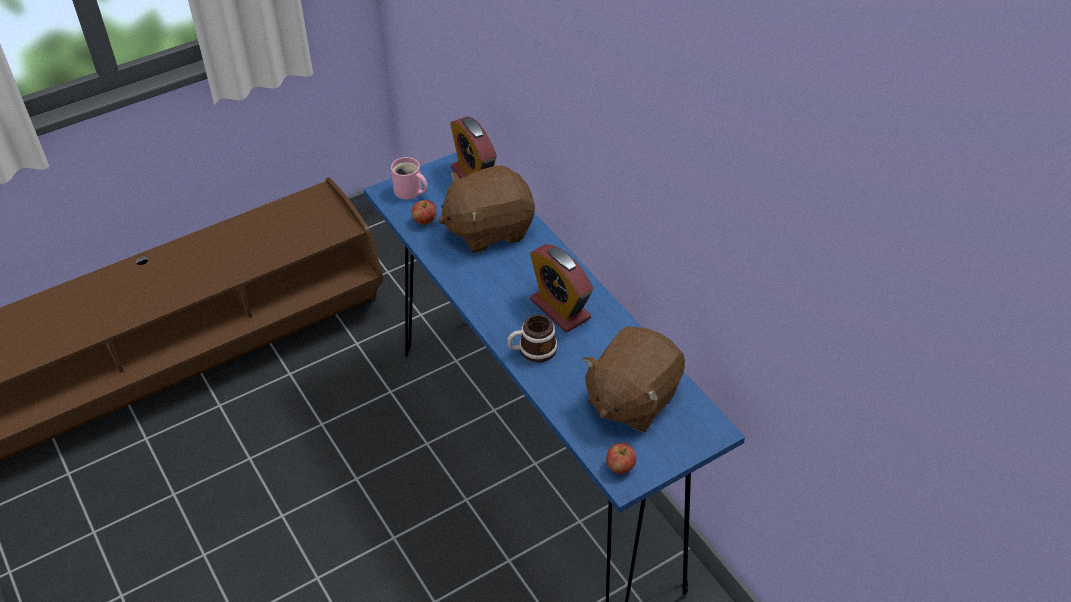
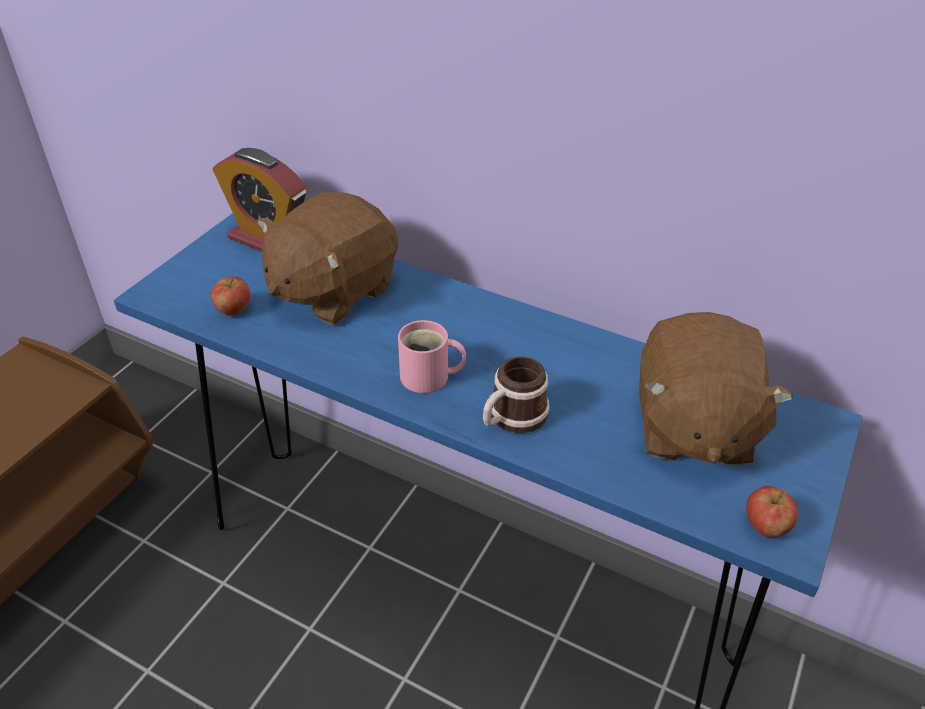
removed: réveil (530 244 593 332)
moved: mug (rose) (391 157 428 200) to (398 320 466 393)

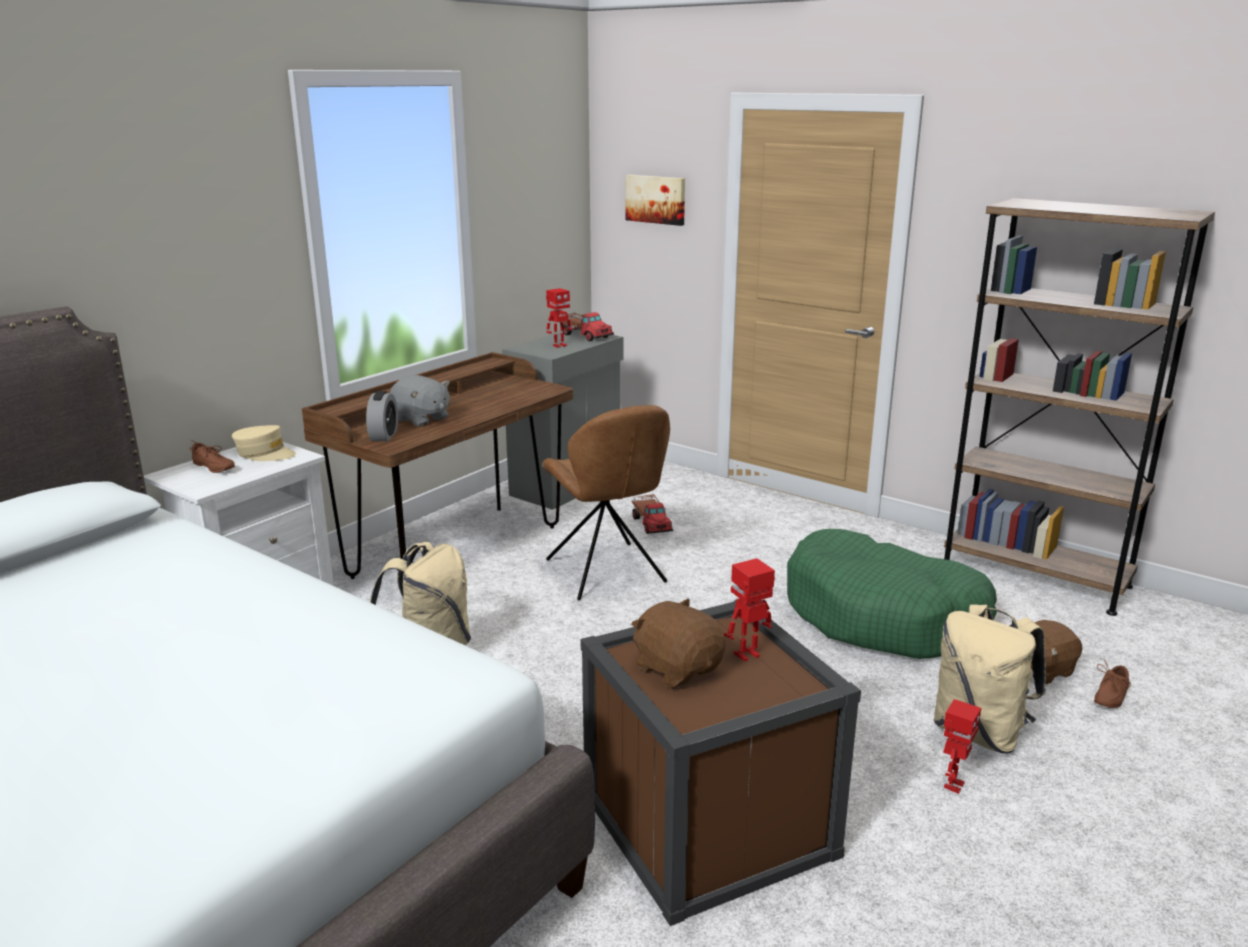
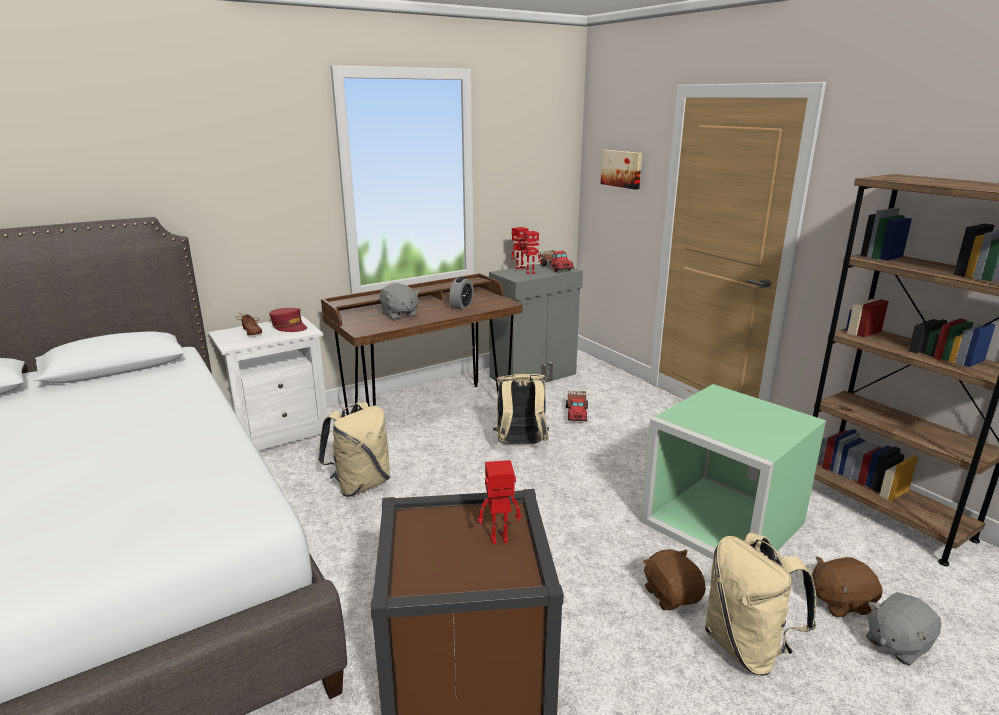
moved: réveil (366 391 398 441) to (449 277 474 310); peluche (marron) (631 598 725 689) to (643 549 706 610); robot jouet (943 699 981 794) to (511 227 530 269)
replaced: chaise (marron) (542 405 670 600) to sac à dos (beige) (493 374 549 444); panier pour chien (vert) (787 529 997 659) to boîte de rangement (vert) (640 384 826 559); chaussure (marron) (1094 659 1131 708) to peluche (gris) (866 592 941 666)
recoloured: casquette (beige) (232 425 296 461) to casquette (rouge) (269 308 307 332)

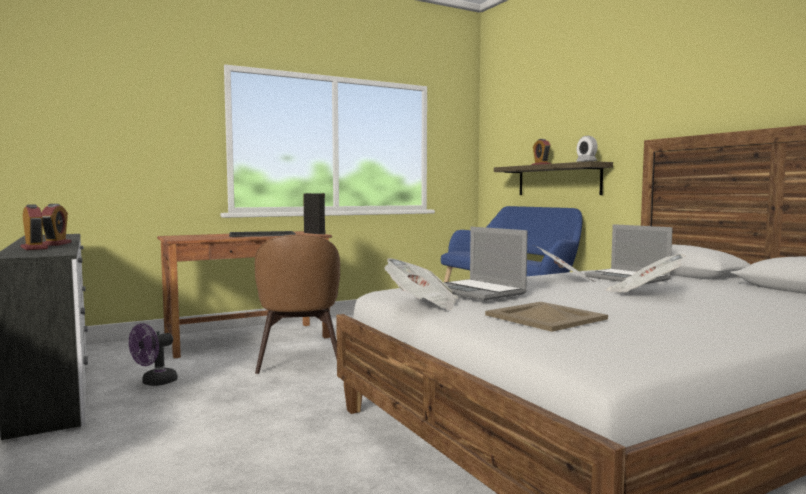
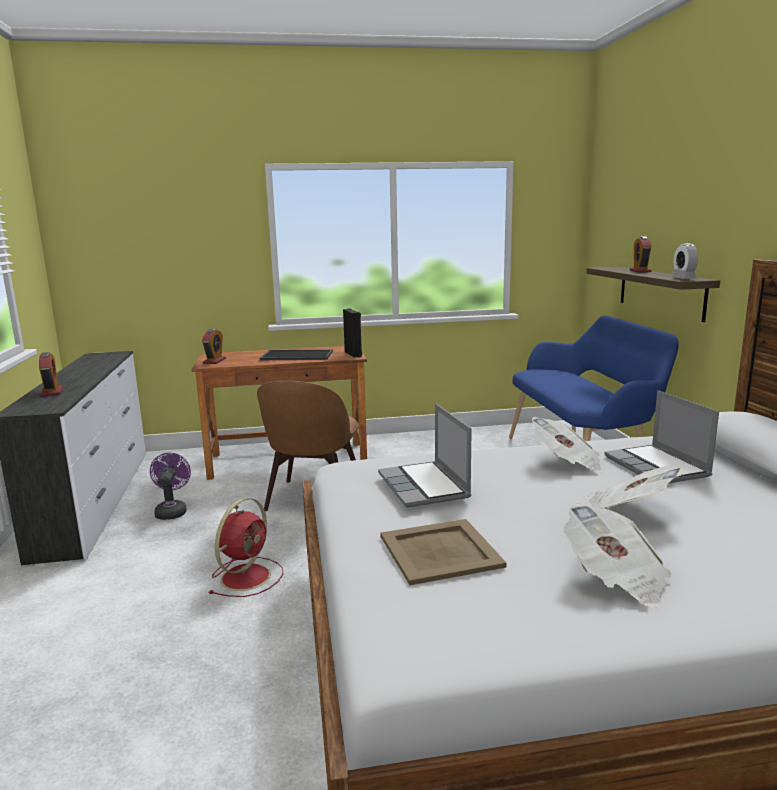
added: ventilateur (rouge) (209 498 283 597)
moved: réveil (42 204 71 246) to (202 329 226 364); journal (384 258 458 310) to (563 503 671 608)
turned: ventilateur (violet) (129 323 177 386) = (150 453 191 520) 120 degrees clockwise

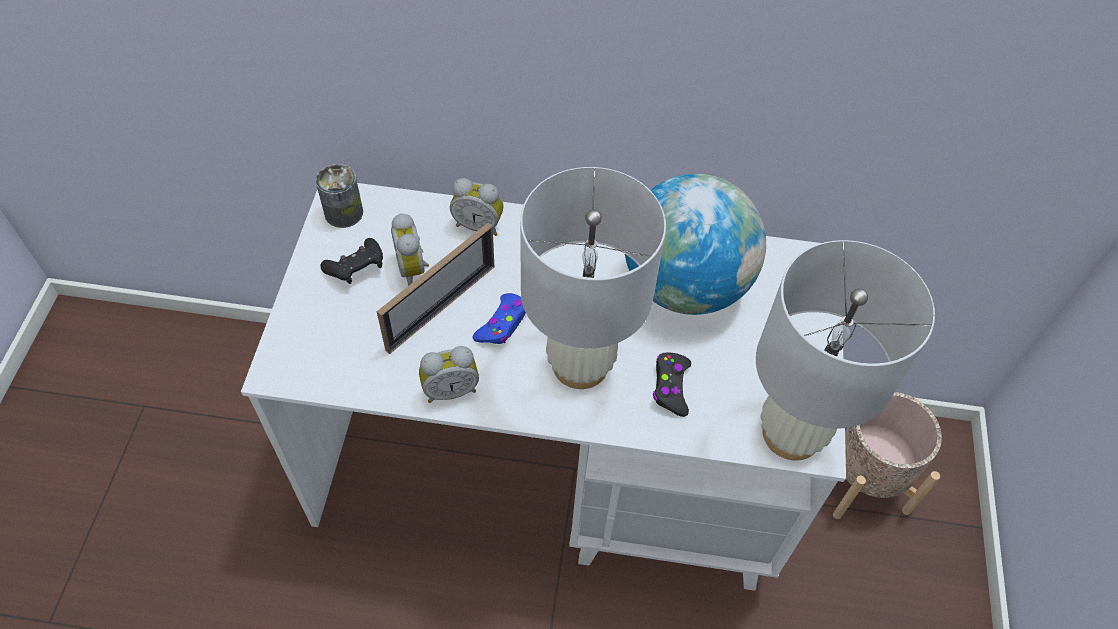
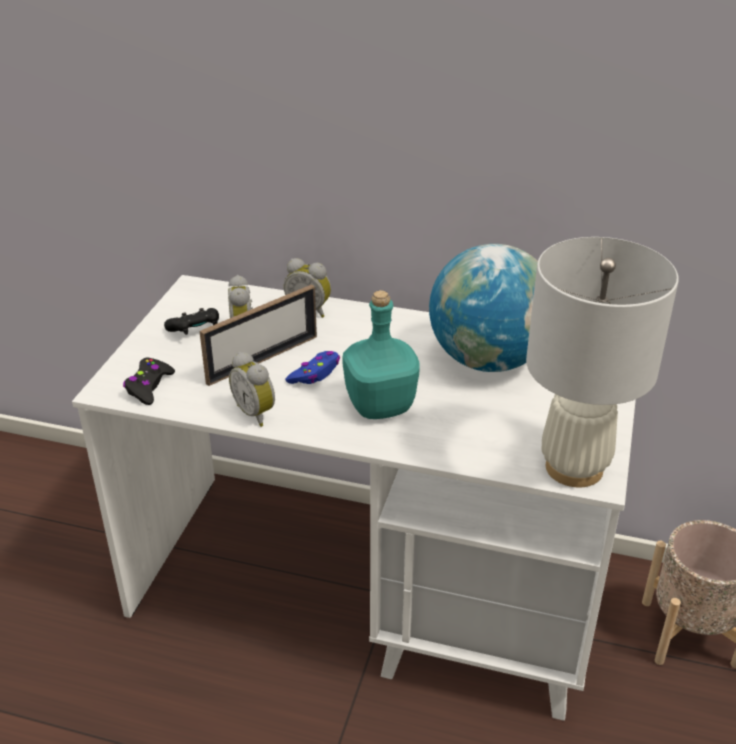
removed: boîte métallique (316 164 363 228)
moved: manette (noir) (653 352 691 417) to (123 358 175 405)
replaced: lampe de table (blanc) (520 167 666 389) to bouteille (turquoise) (343 290 420 419)
turned: réveil (419 346 479 403) = (229 352 275 427) 60 degrees clockwise

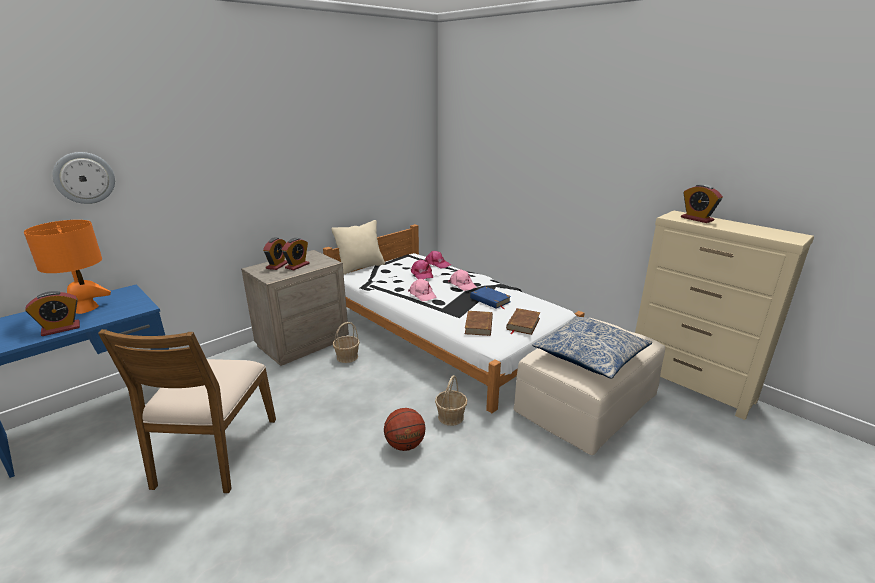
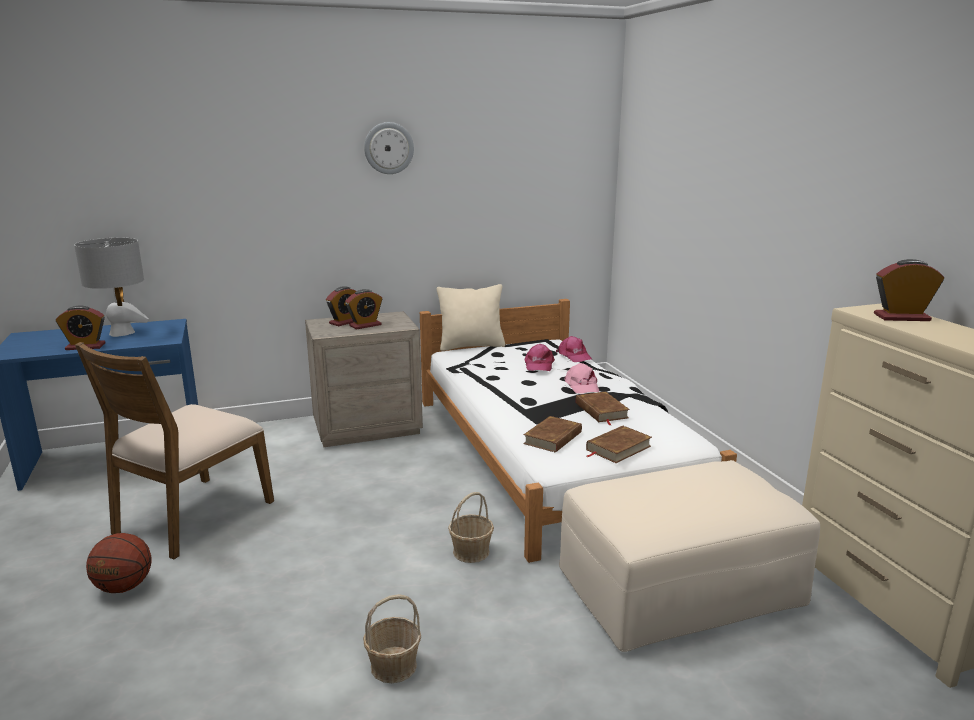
removed: casquette (rose) (408 279 437 301); coussin (532 316 652 379)
moved: horloge murale (52 152 115 204) to (364 122 414 174); panier (333 322 360 363) to (363 594 421 683); ballon de basket (384 408 426 451) to (86 533 152 593)
recoloured: lampe de table (orange) (24 220 111 314) to lampe de table (gris) (74 237 149 337); livre (bleu) (470 286 511 309) to livre (marron) (576 391 630 425)
turned: réveil (681 184 723 223) = (874 259 944 321) 105 degrees clockwise

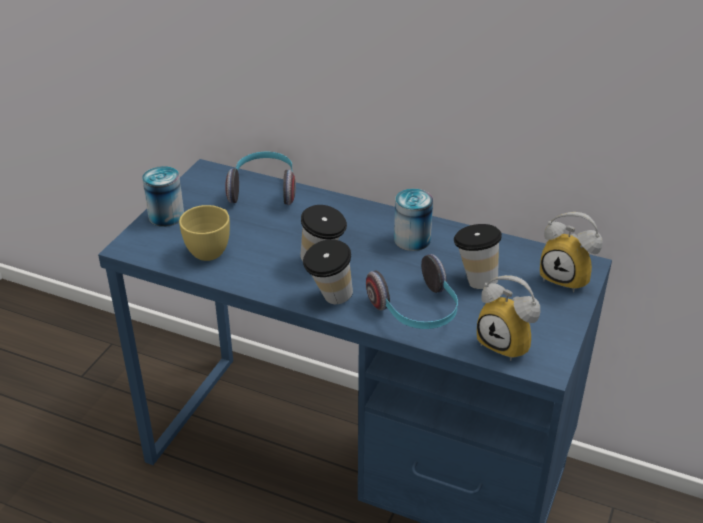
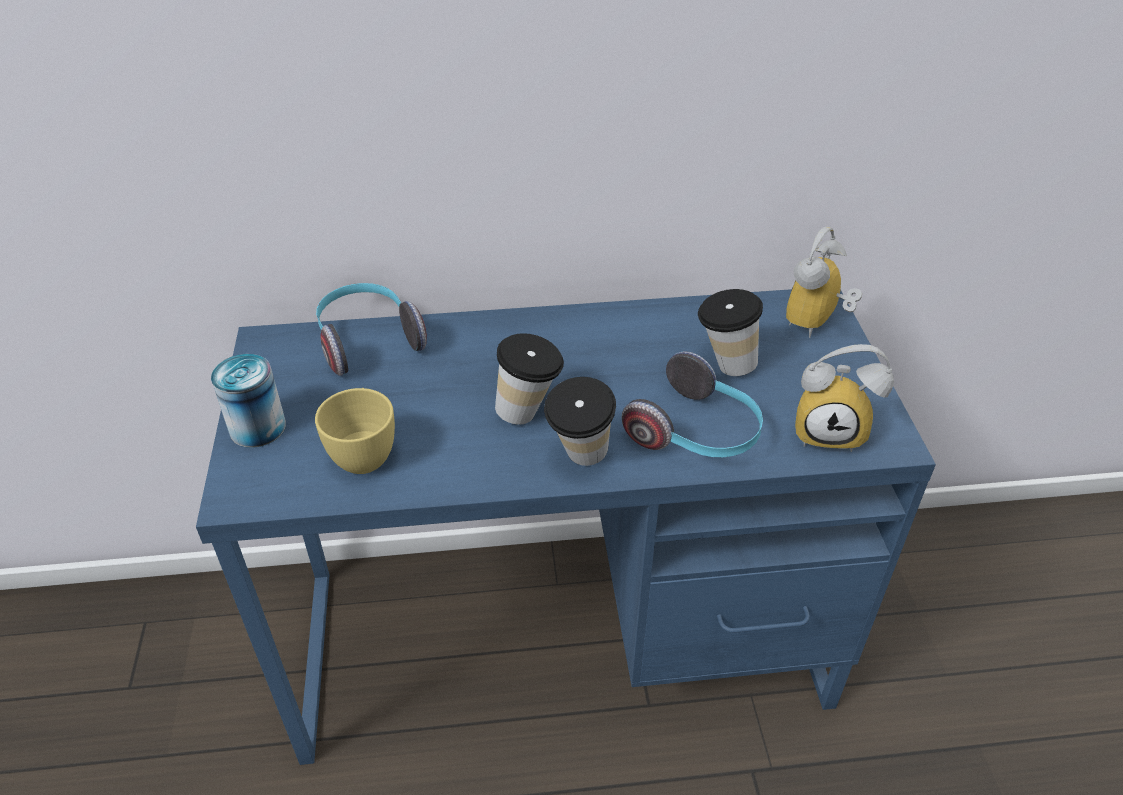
removed: boîte métallique (394 189 433 251)
turned: réveil (540 212 603 293) = (786 227 862 338) 120 degrees clockwise

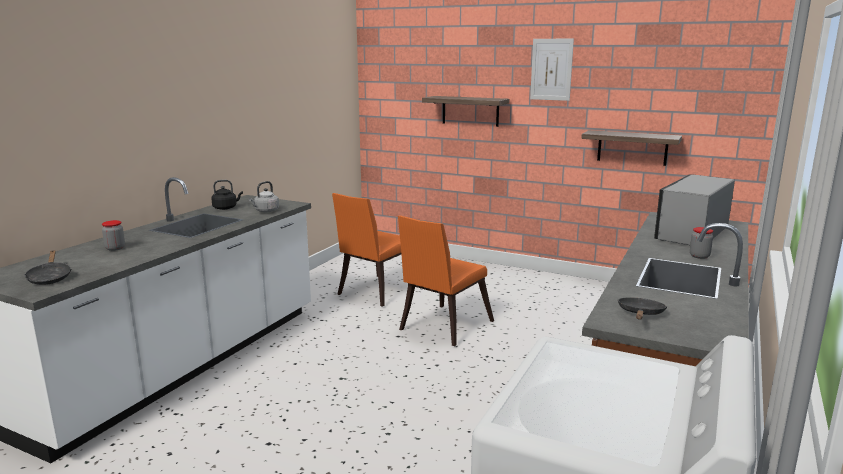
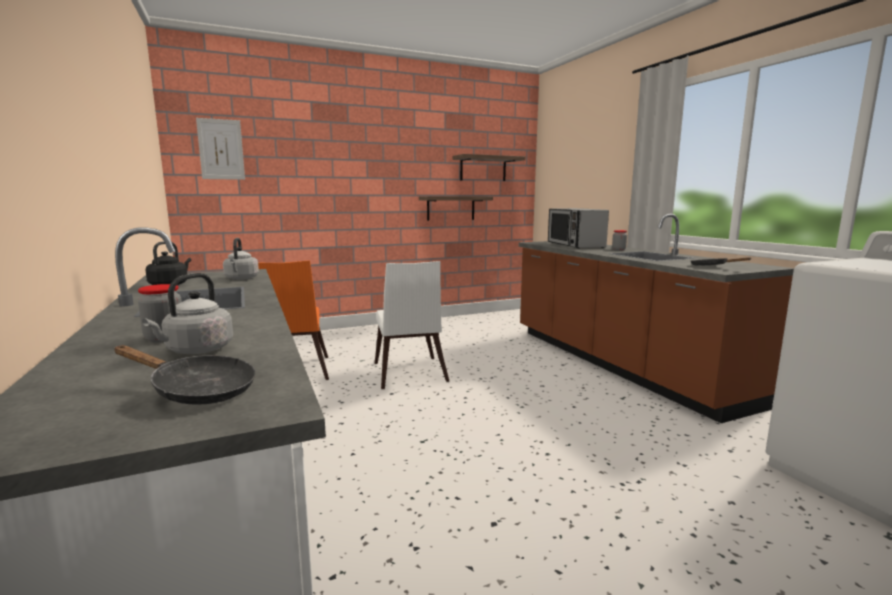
added: bouilloire (gris) (142 273 233 354)
moved: étagère (422 96 509 127) to (453 154 525 181); tableau (530 39 574 101) to (196 118 245 180)
recoloured: chaise (orange) (398 216 494 346) to chaise (blanc) (375 261 449 389)

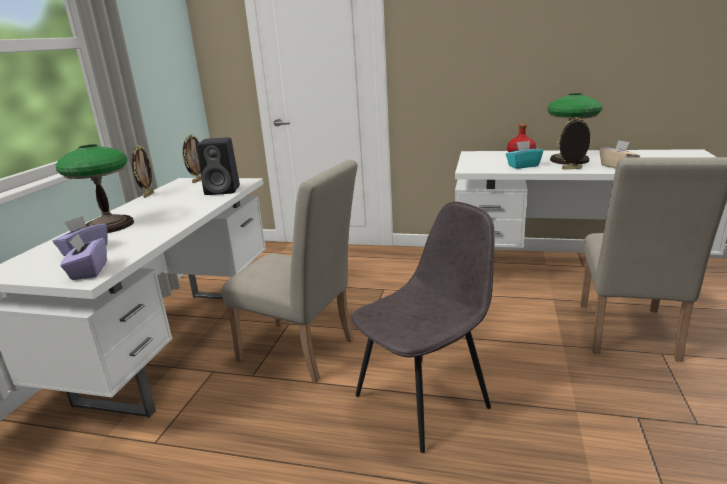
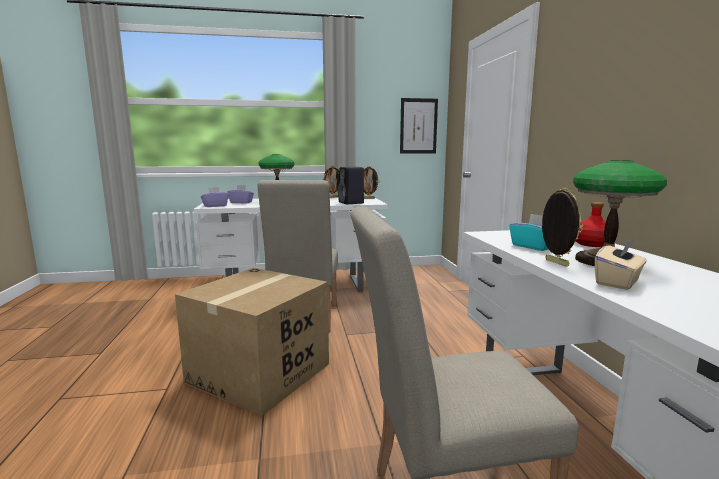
added: tableau (400 98 438 154)
replaced: chaise (gris) (351 202 495 453) to carton (175 268 329 416)

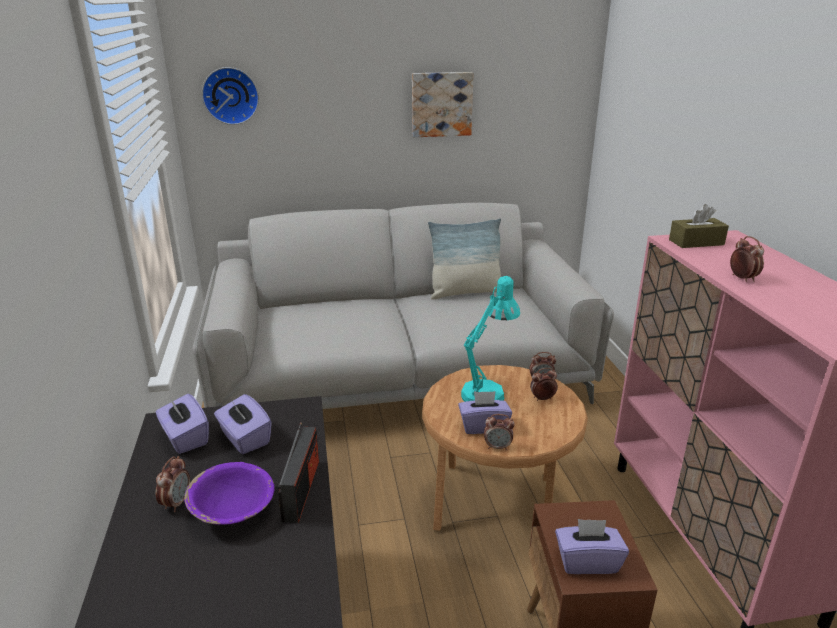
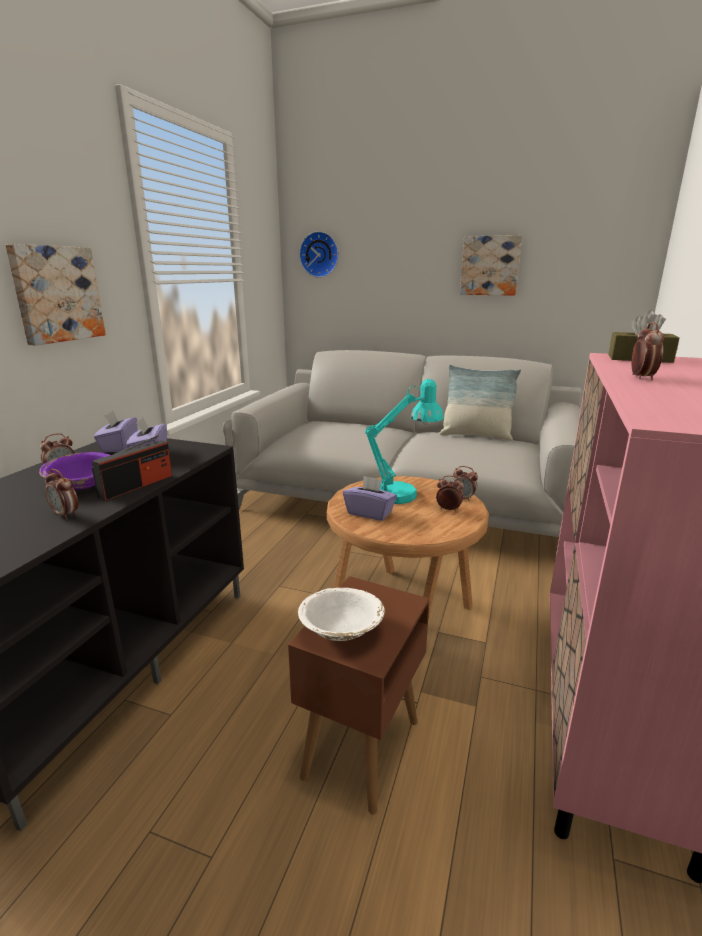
added: tableau (5 244 106 346)
moved: réveil (484 414 515 450) to (45 469 78 520)
replaced: boîte à mouchoirs (violet) (555 519 629 574) to bol (blanc) (298 588 385 641)

